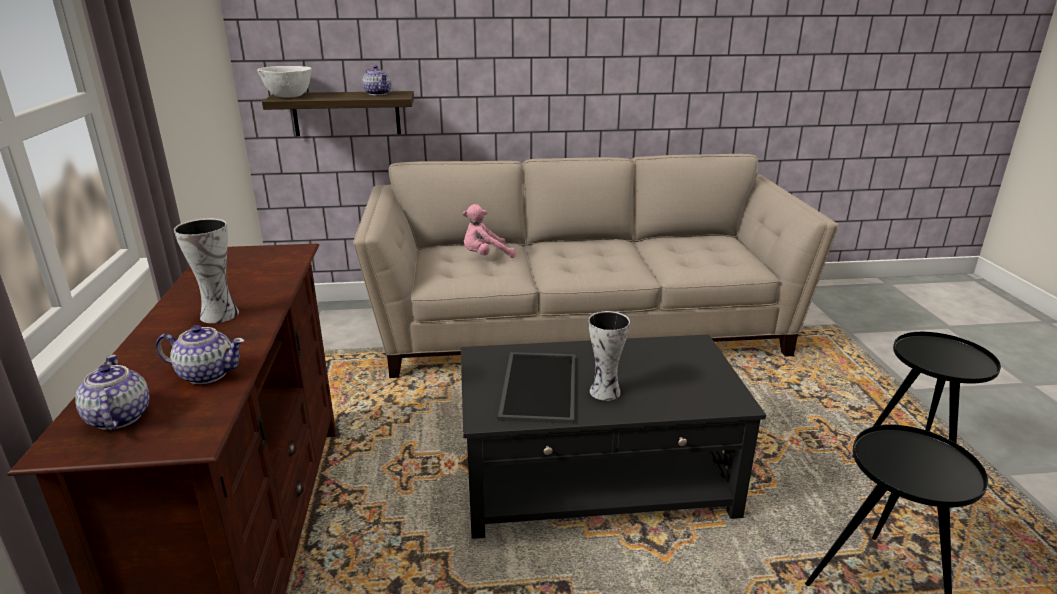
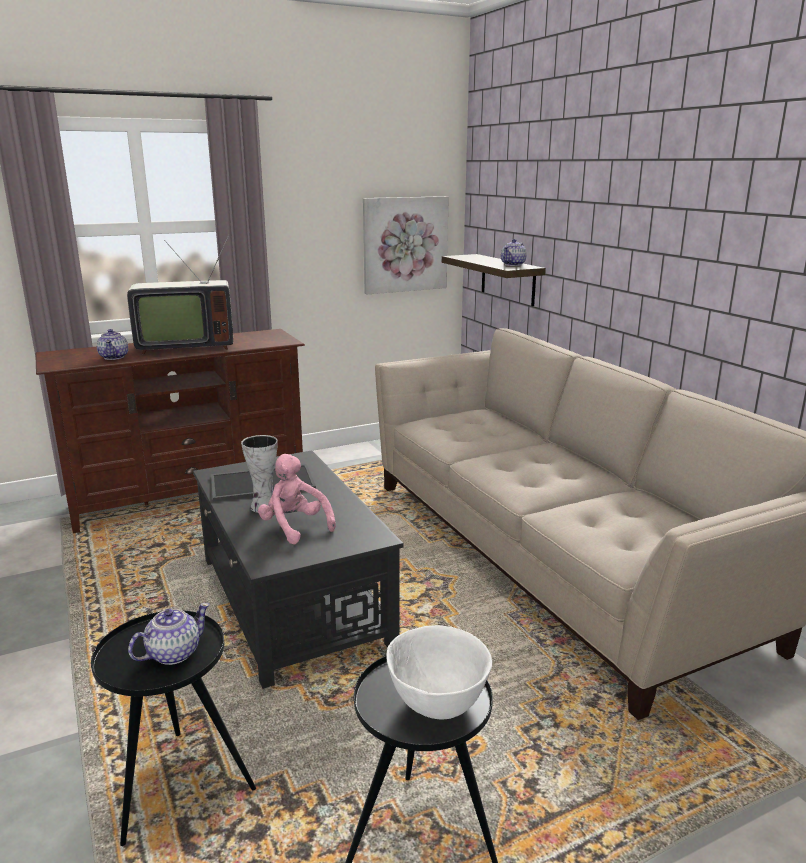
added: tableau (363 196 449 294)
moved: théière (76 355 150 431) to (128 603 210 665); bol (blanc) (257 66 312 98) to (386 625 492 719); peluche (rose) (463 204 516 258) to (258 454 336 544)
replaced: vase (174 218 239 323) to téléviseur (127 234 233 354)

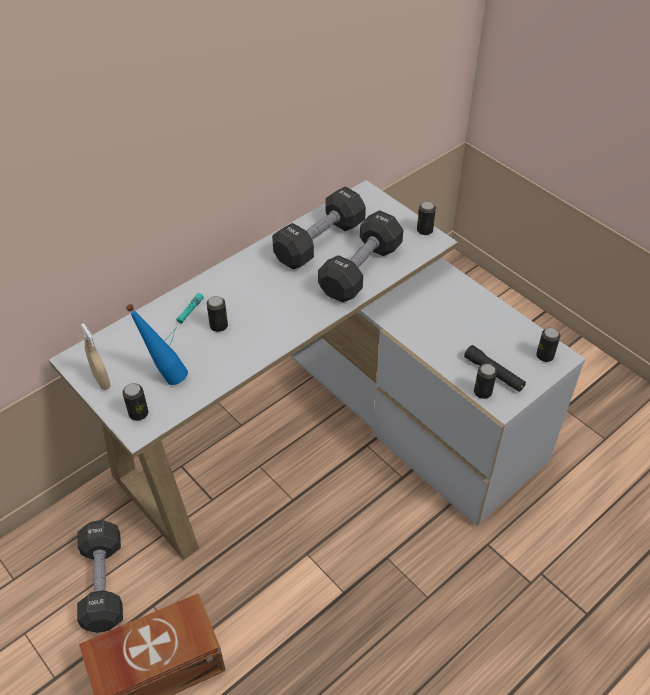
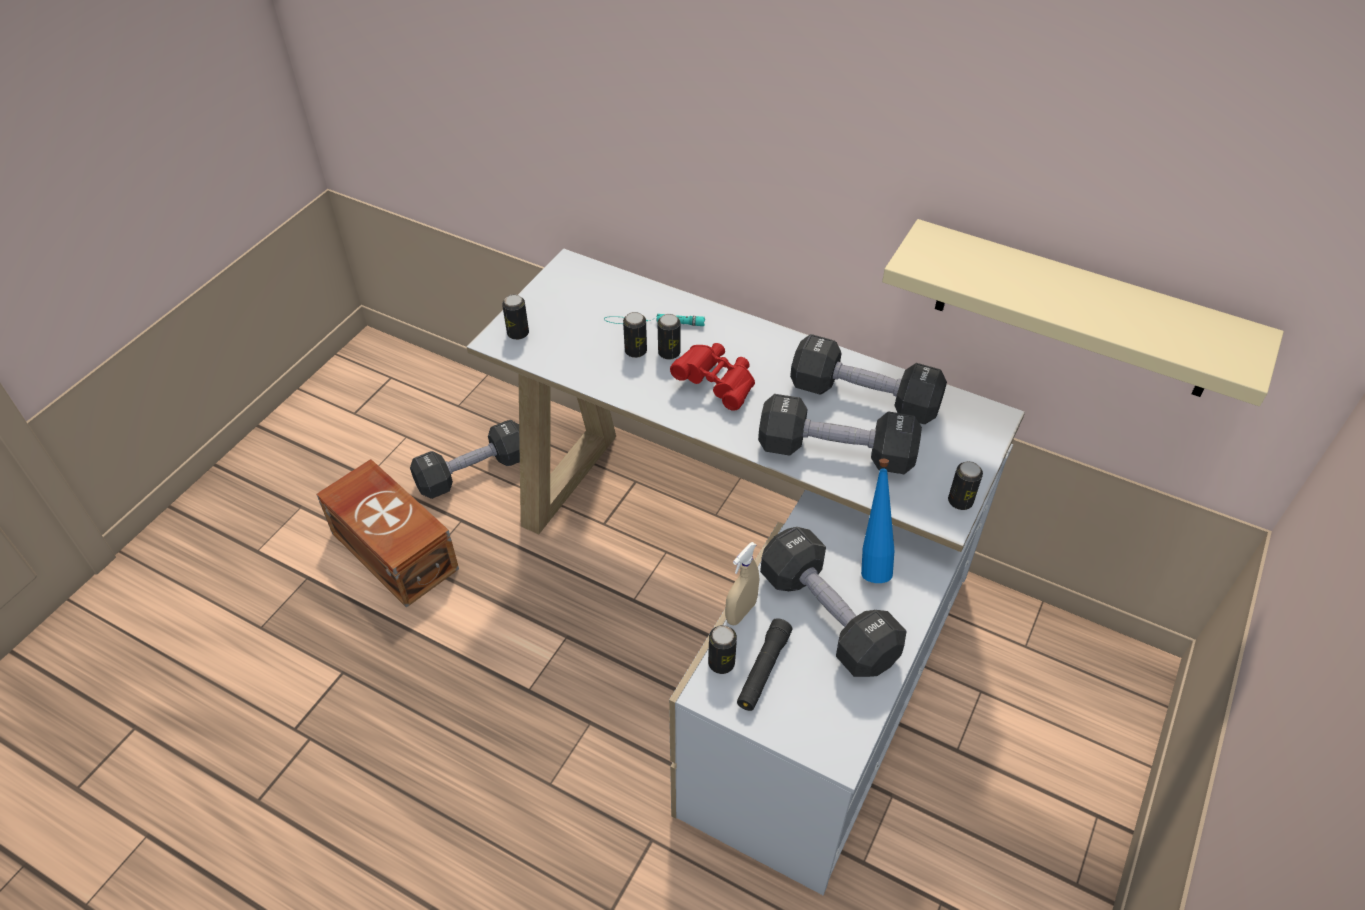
added: jumelles (rouge) (670 343 755 411); haltère (noir) (760 527 906 677); étagère (beige) (882 219 1284 406)
moved: vaporisateur (beige) (81 323 110 390) to (725 542 759 626); bouteille (bleu) (126 304 188 385) to (861 459 894 583); boîte métallique (536 328 560 362) to (623 312 647 358)

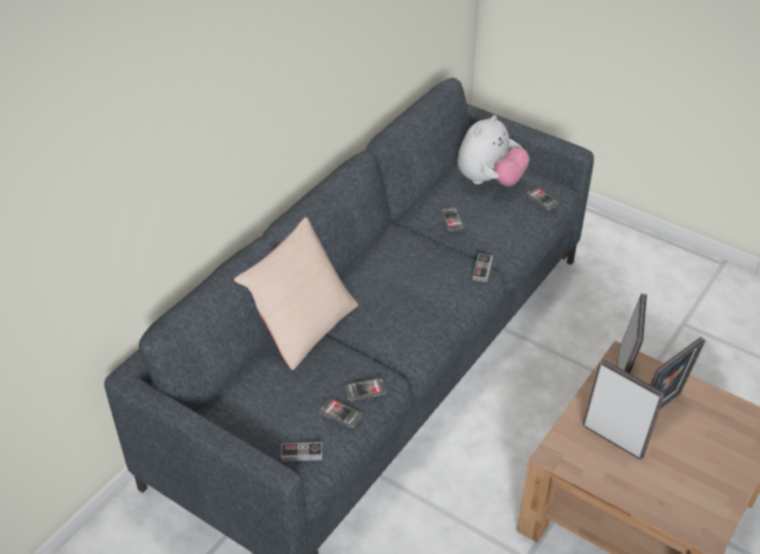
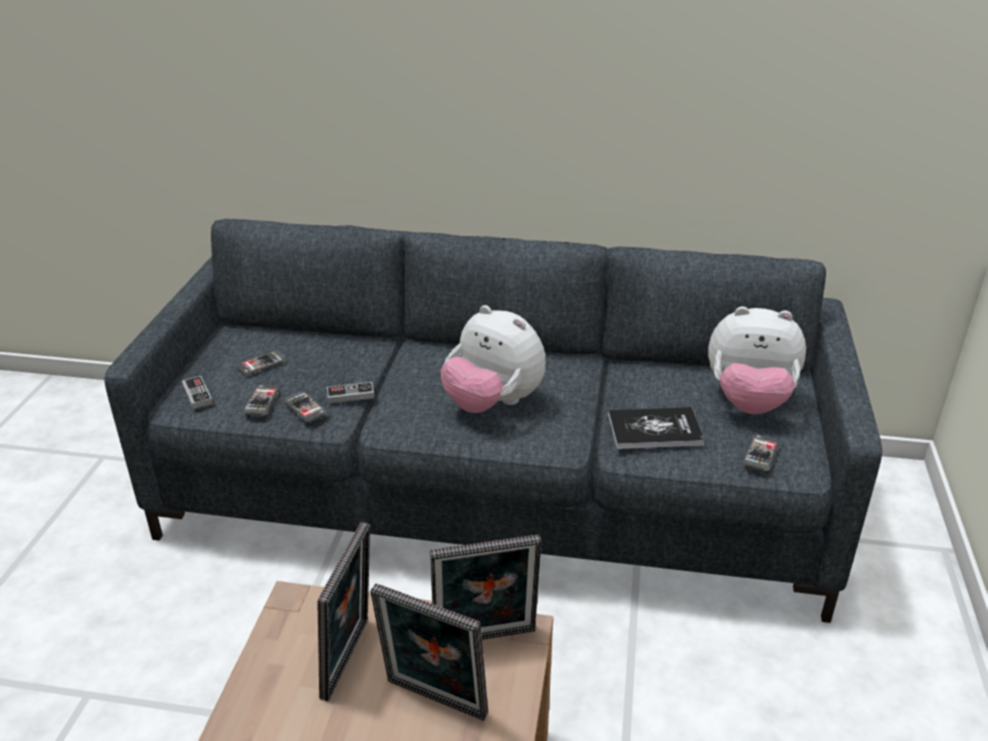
removed: coussin (beige) (234 217 358 370)
added: peluche (441 305 546 413); livre (608 407 705 449)
moved: téléphone (440 207 465 232) to (237 351 287 376); manette (473 254 493 282) to (327 382 374 404)

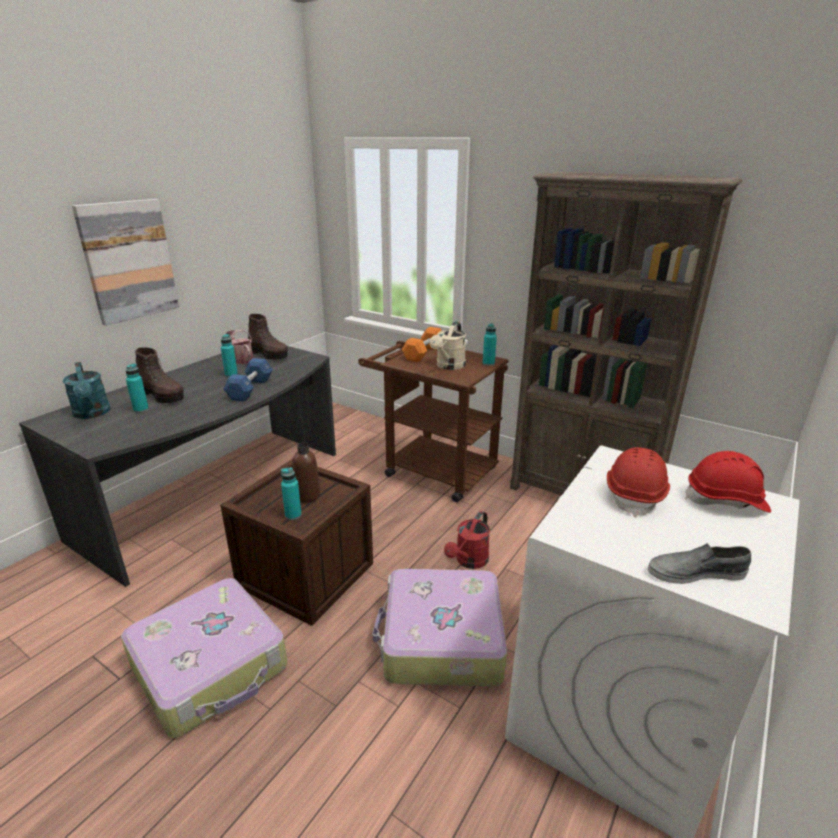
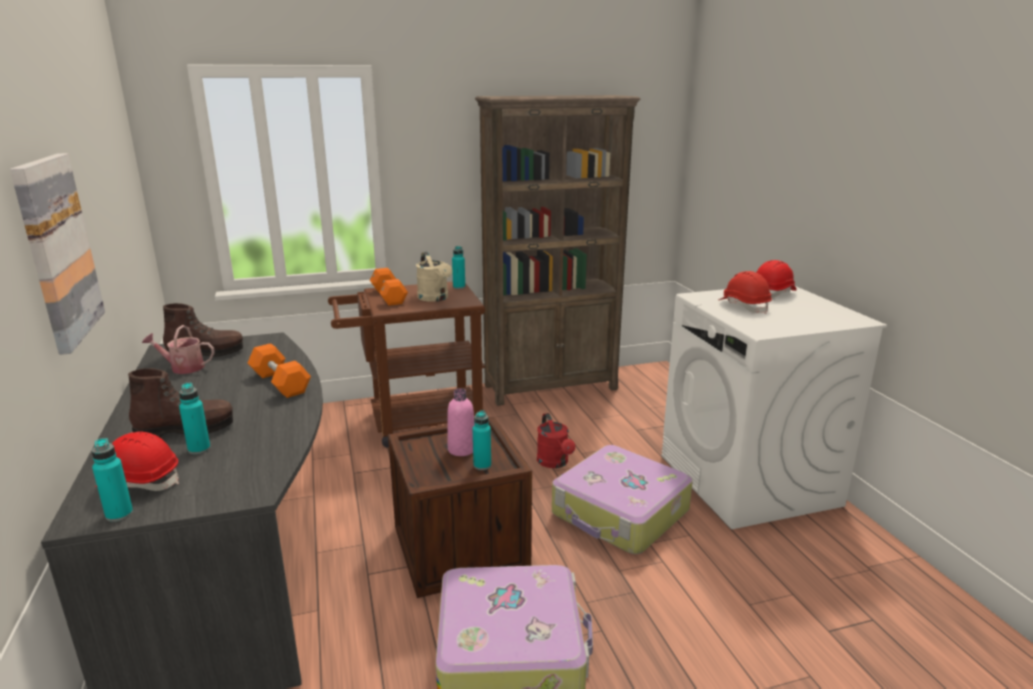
removed: chaussure (gris) (648 543 751 584)
moved: bouteille (turquoise) (221 334 238 377) to (92 438 133 522)
replaced: arrosoir (turquoise) (63 362 111 419) to casque de chantier (rouge) (95 431 179 491)
recoloured: haltère (bleu) (224 358 273 401) to haltère (orange) (248 343 311 398); bouteille (marron) (293 442 320 503) to bouteille (rose) (448 388 474 456)

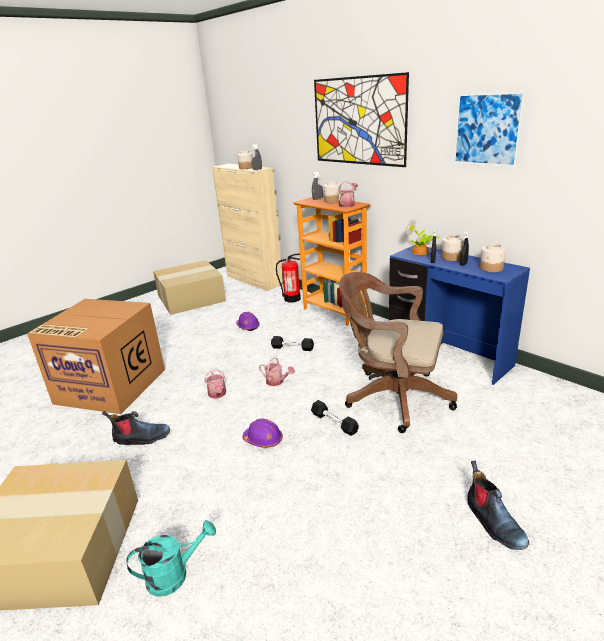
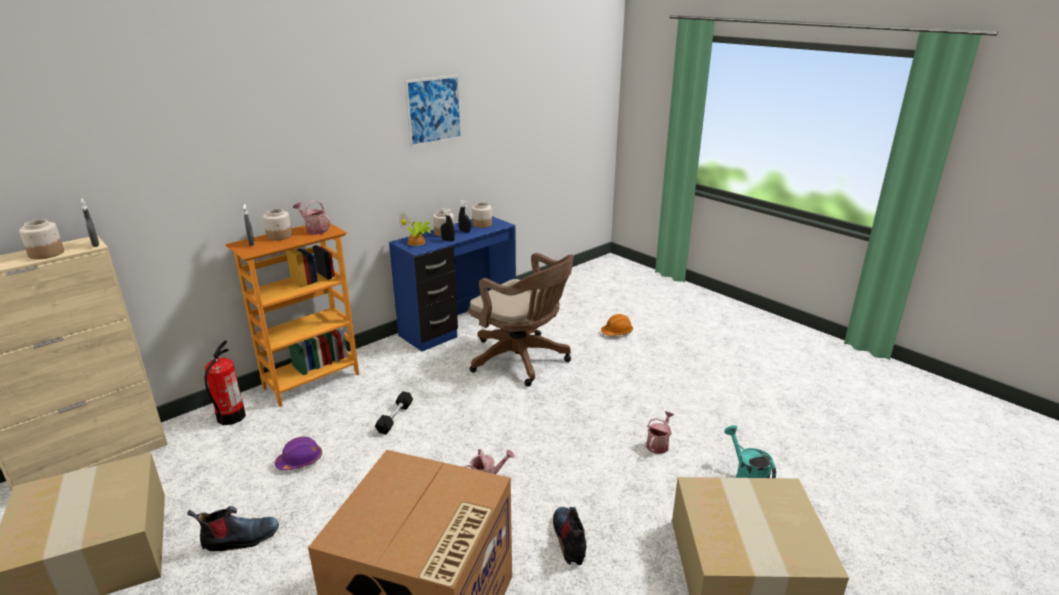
removed: casque de chantier (violet) (242 419 283 448); haltère (noir) (311 400 359 436); tableau (314 72 409 167)
added: casque de chantier (orange) (601 314 633 336)
moved: arrosoir (259 357 295 386) to (646 411 674 454); botte (467 461 529 550) to (187 506 279 551)
turned: chaise de bureau (marron) (339 272 457 433) = (468 253 574 387) 75 degrees counterclockwise

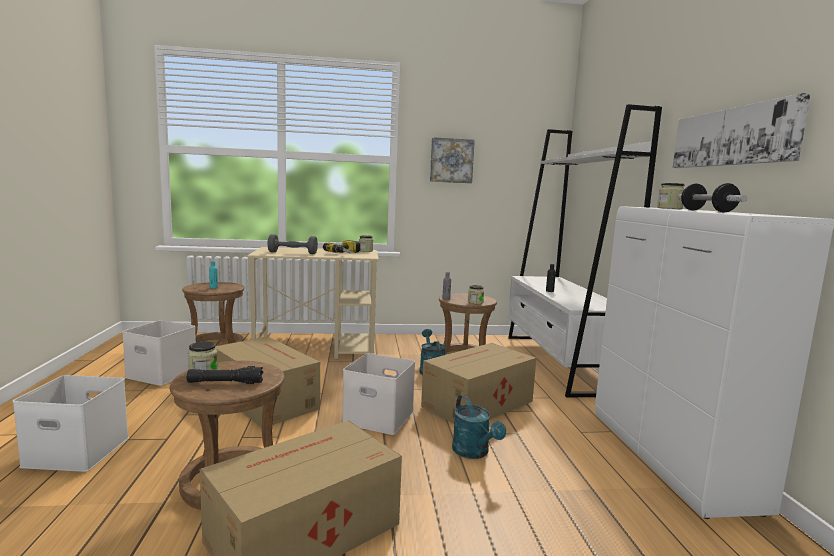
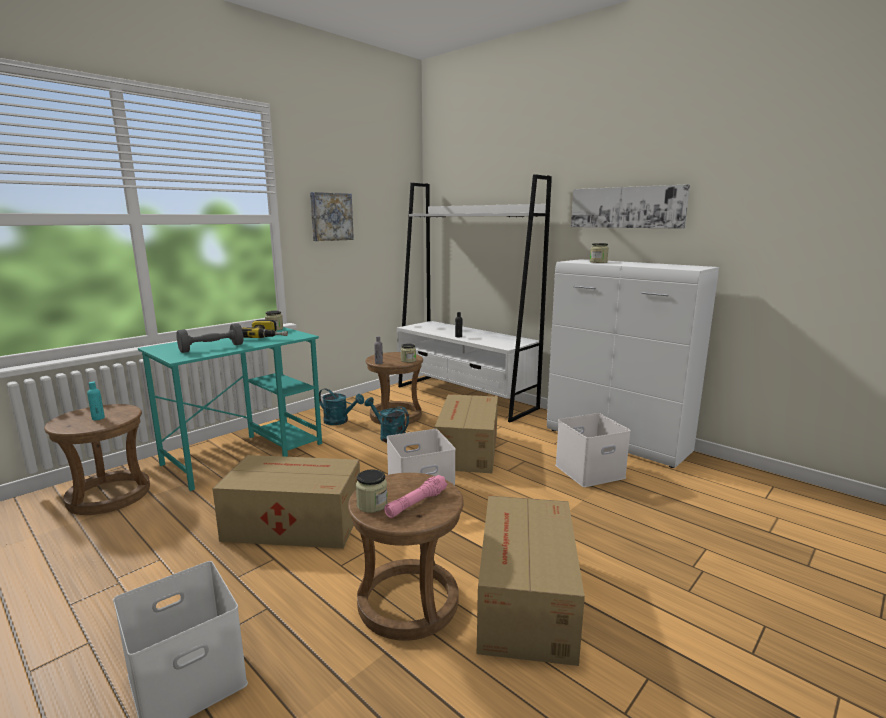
removed: haltère (678 183 747 213)
moved: boîte de rangement (blanc) (122 320 196 386) to (555 413 631 487); arrosoir (turquoise) (452 395 506 459) to (319 388 364 425)
recoloured: lampe de poche (noir) (187 366 264 384) to lampe de poche (rose) (384 475 447 518); bureau (beige) (247 247 379 359) to bureau (turquoise) (138 327 322 491)

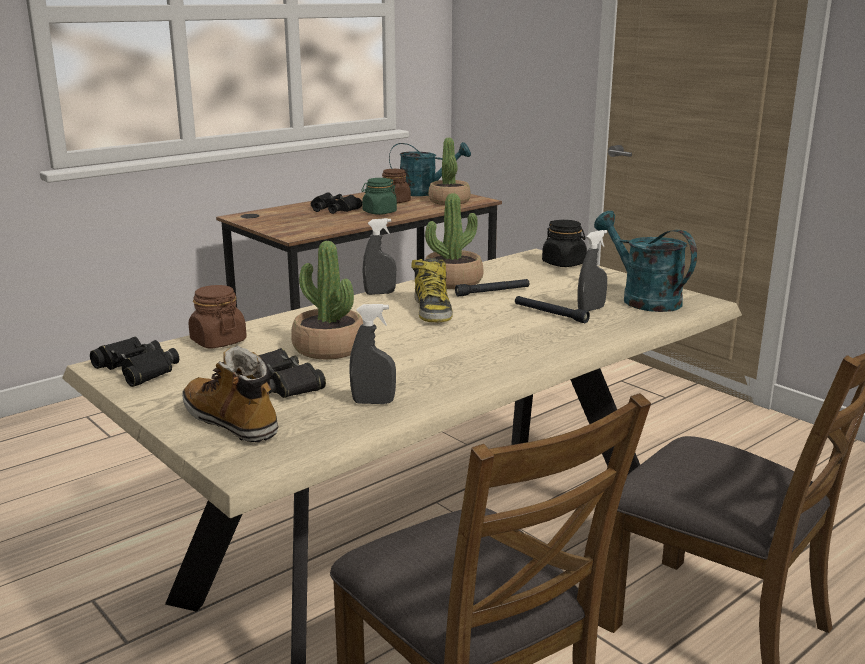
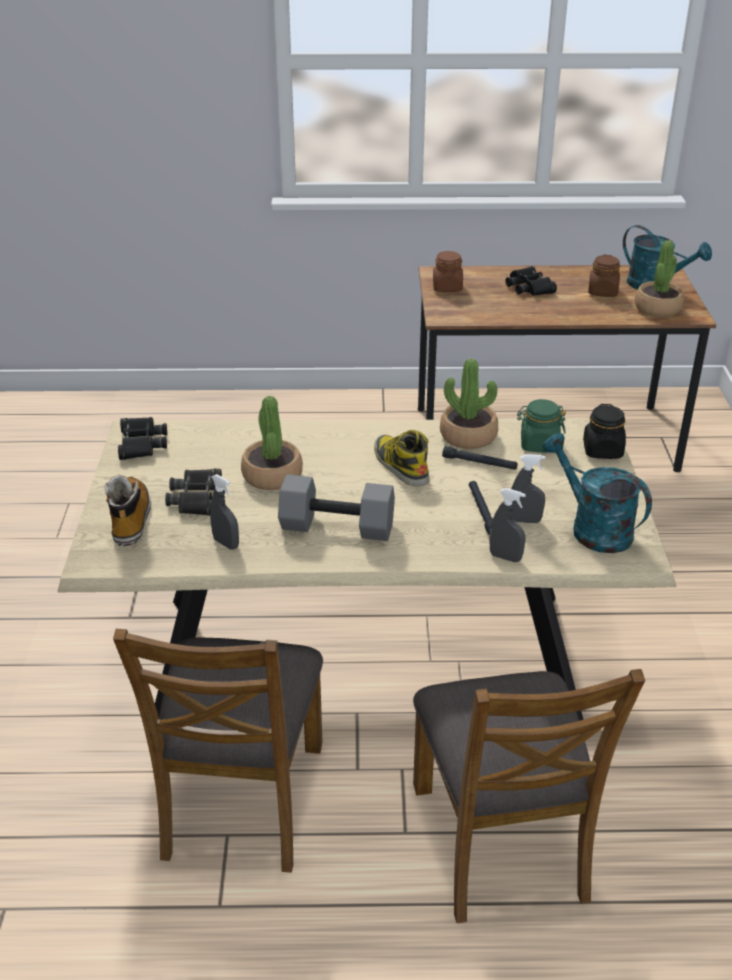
added: haltère (gris) (278 474 395 541)
moved: bocal (marron) (189 285 247 348) to (433 251 463 292); bocal (vert) (361 178 397 215) to (517 399 566 453); vaporisateur (gris) (362 218 396 295) to (489 488 526 562)
turned: botte (411 258 453 322) = (374 430 429 486) 120 degrees clockwise; arrosoir (turquoise) (594 211 697 312) = (542 433 652 553) 45 degrees counterclockwise

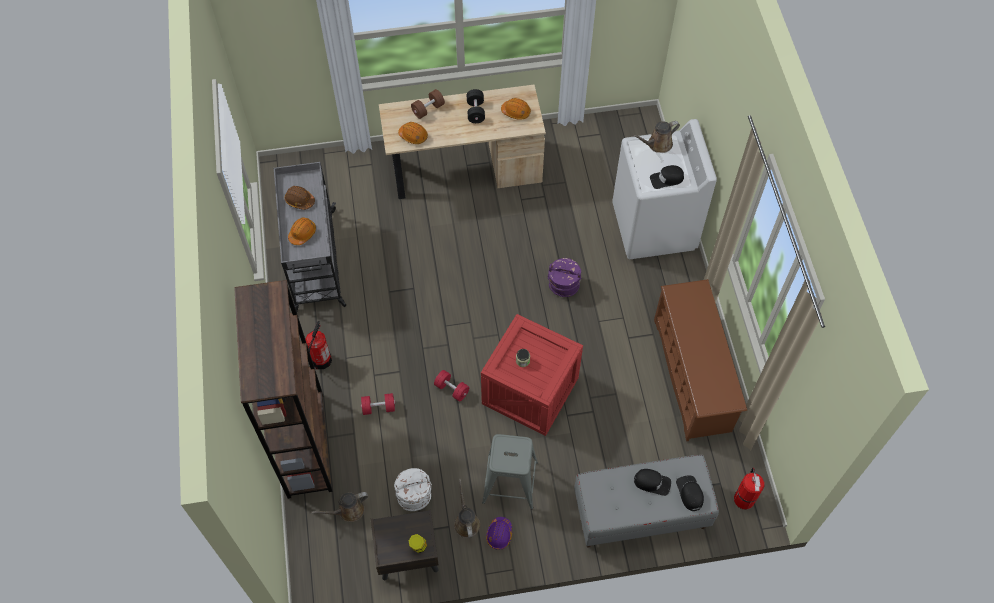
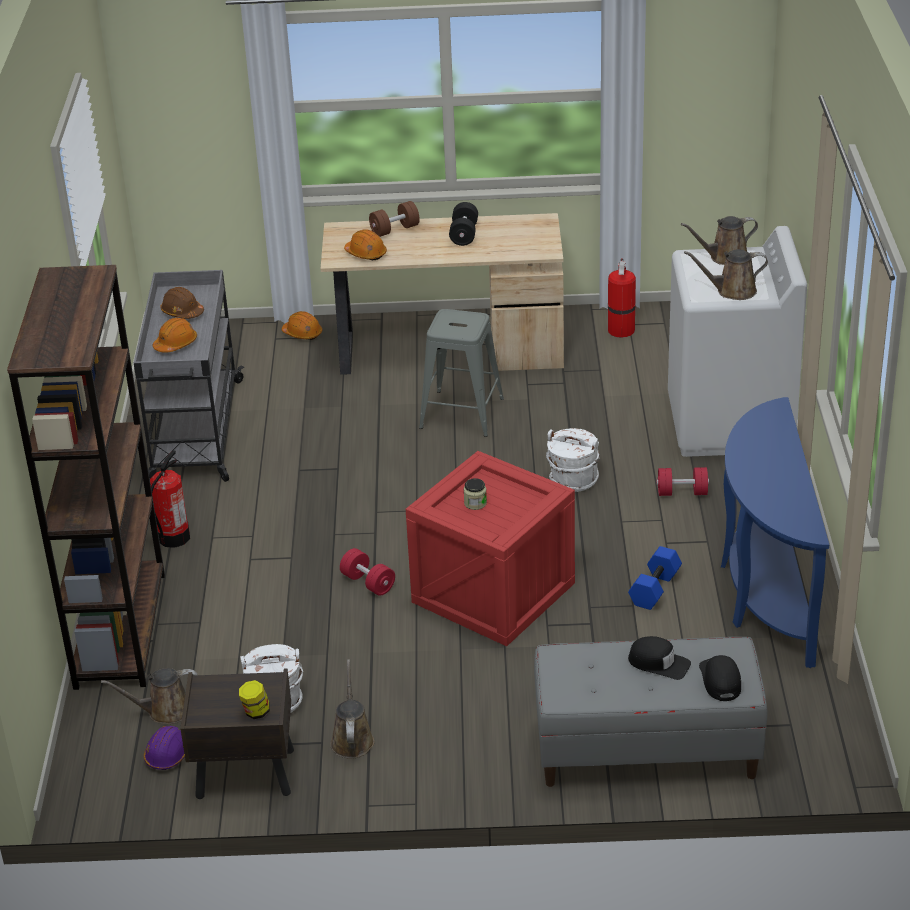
added: haltère (bleu) (628 546 682 610)
moved: haltère (rouge) (361 393 395 415) to (656 467 709 496); tabouret (gris) (482 434 538 509) to (419 309 504 437); casque de chantier (violet) (486 517 512 550) to (144 726 185 770); casque de chantier (orange) (501 98 531 120) to (282 311 322 340); extincteur (734 468 765 510) to (608 259 636 338)
replaced: casquette (noir) (650 165 684 189) to arrosoir (marron) (684 249 768 300); étagère à chaussures (marron) (654 279 747 441) to table console (bleu) (721 397 829 668)
recoloured: seau (violet) (547 258 581 297) to seau (blanc) (546 428 600 492)

